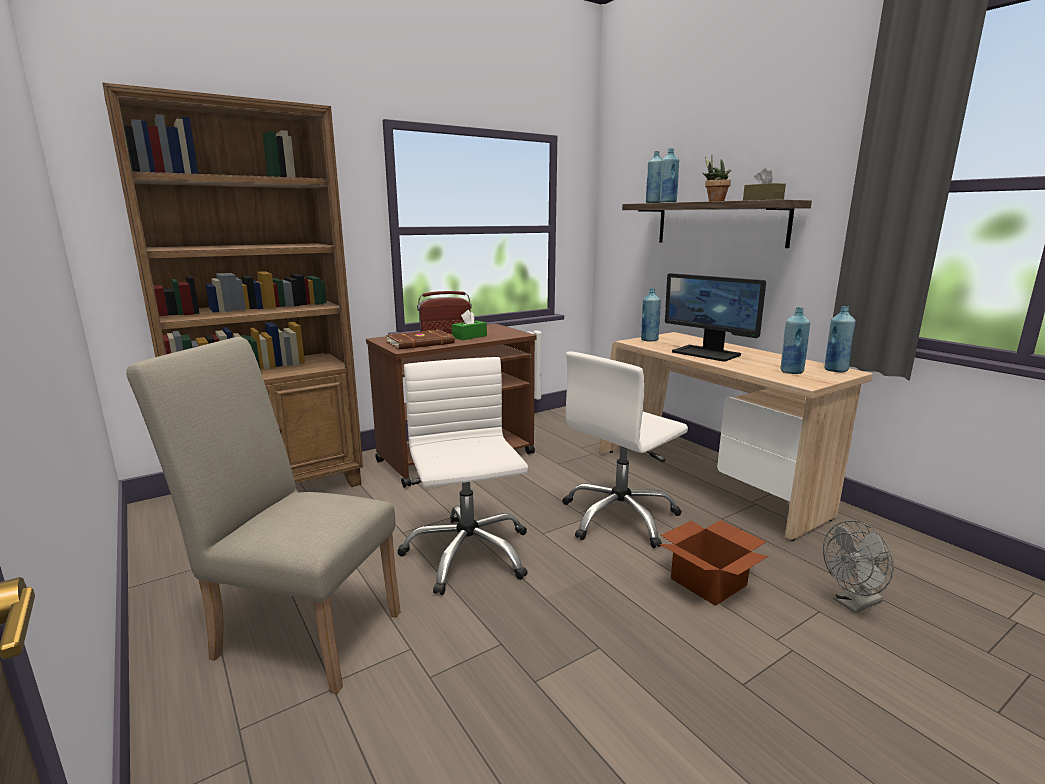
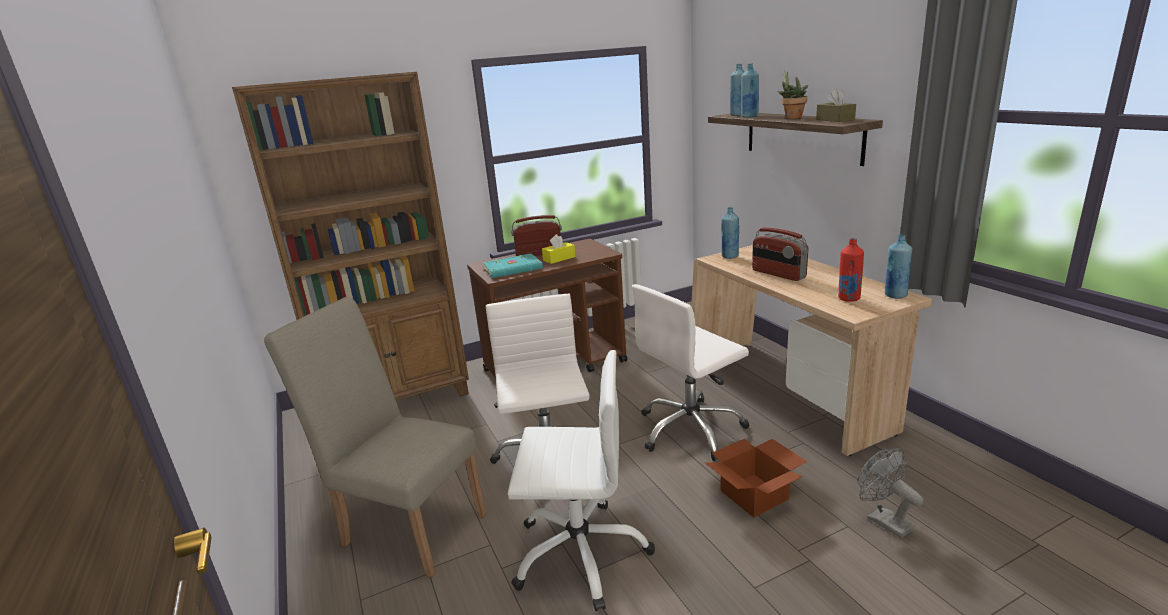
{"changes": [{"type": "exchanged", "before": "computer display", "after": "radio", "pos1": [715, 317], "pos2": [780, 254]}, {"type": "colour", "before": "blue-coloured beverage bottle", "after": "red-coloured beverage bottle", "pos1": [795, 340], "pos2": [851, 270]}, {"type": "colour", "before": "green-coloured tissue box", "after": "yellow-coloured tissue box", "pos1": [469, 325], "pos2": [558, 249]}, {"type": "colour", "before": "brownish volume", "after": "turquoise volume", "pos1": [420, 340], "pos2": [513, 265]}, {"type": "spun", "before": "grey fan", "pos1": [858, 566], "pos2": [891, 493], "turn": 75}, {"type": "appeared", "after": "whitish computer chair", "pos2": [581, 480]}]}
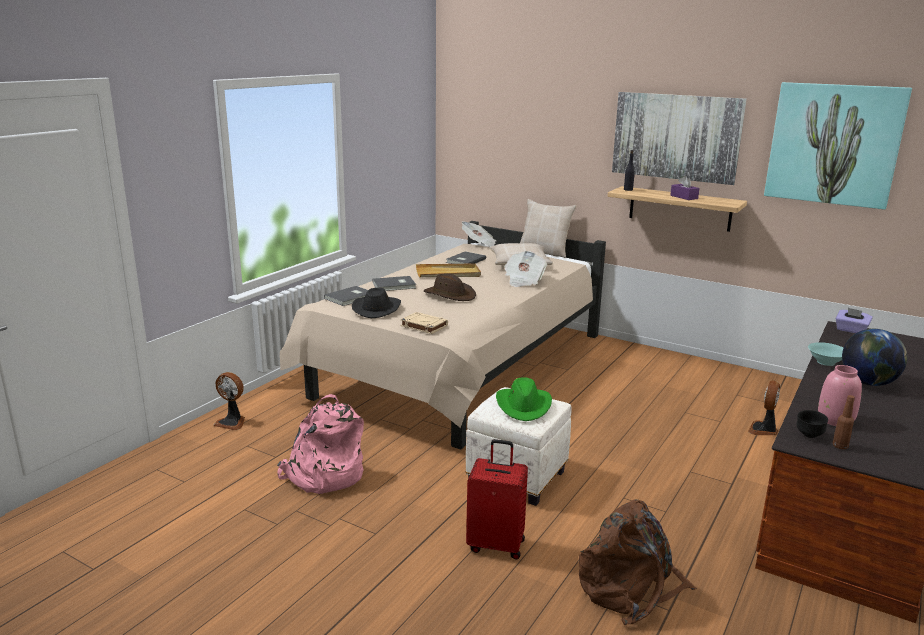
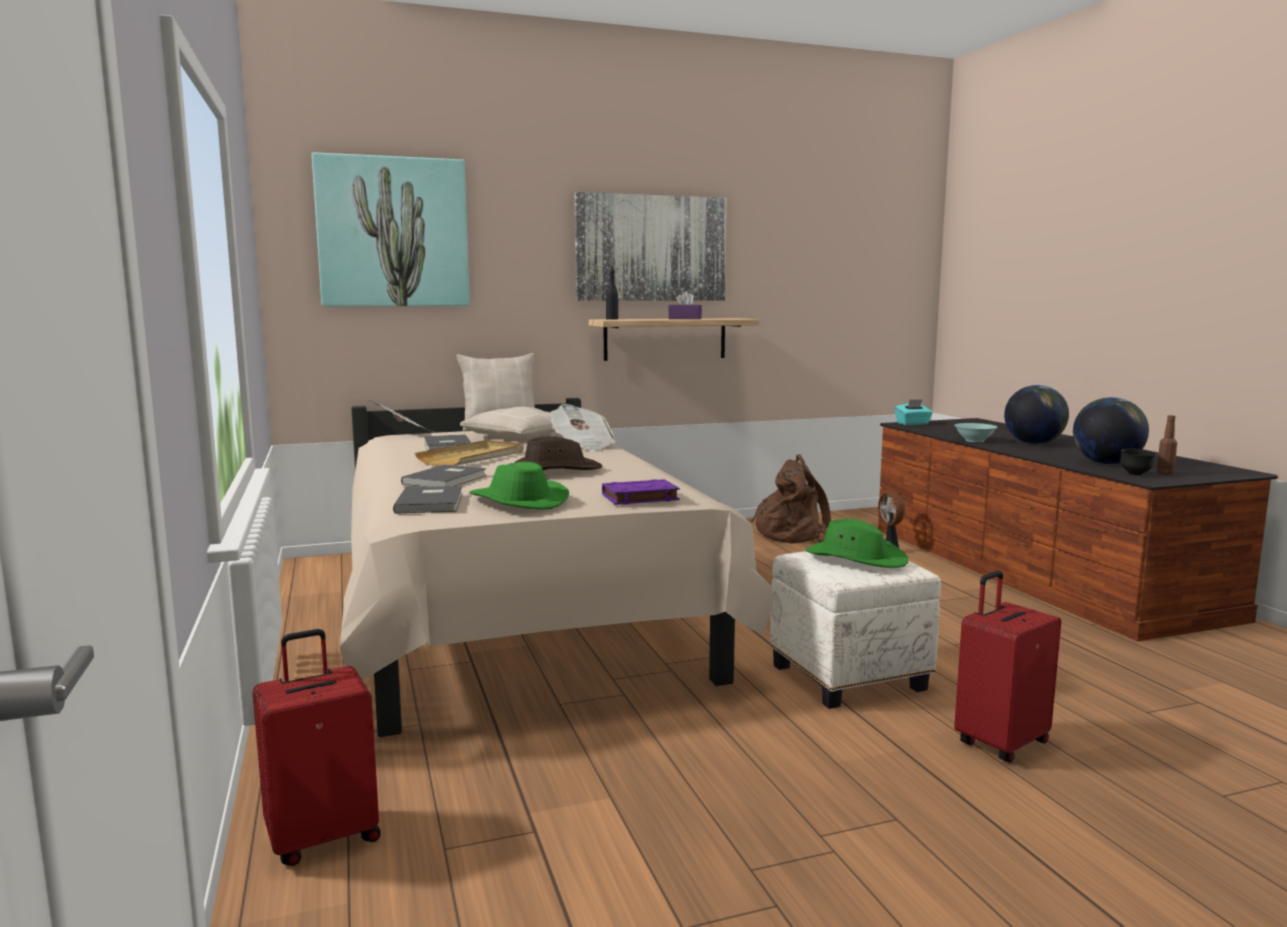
{"changes": [{"type": "relocated", "before": "picture", "pos1": [838, 146], "pos2": [391, 229]}, {"type": "colour", "before": "blackish clothing hat", "after": "green-coloured clothing hat", "pos1": [376, 303], "pos2": [519, 486]}, {"type": "colour", "before": "purple-coloured tissue box", "after": "turquoise tissue box", "pos1": [854, 321], "pos2": [914, 412]}, {"type": "colour", "before": "beige volume", "after": "purple-coloured volume", "pos1": [424, 323], "pos2": [641, 492]}, {"type": "exchanged", "before": "pink-coloured decorative vase", "after": "world globe", "pos1": [840, 395], "pos2": [1111, 430]}, {"type": "exchanged", "before": "fan", "after": "red-coloured piece of luggage", "pos1": [229, 401], "pos2": [317, 747]}, {"type": "missing", "before": "pink-coloured rucksack", "pos1": [320, 444]}, {"type": "relocated", "before": "brownish rucksack", "pos1": [638, 562], "pos2": [791, 498]}]}
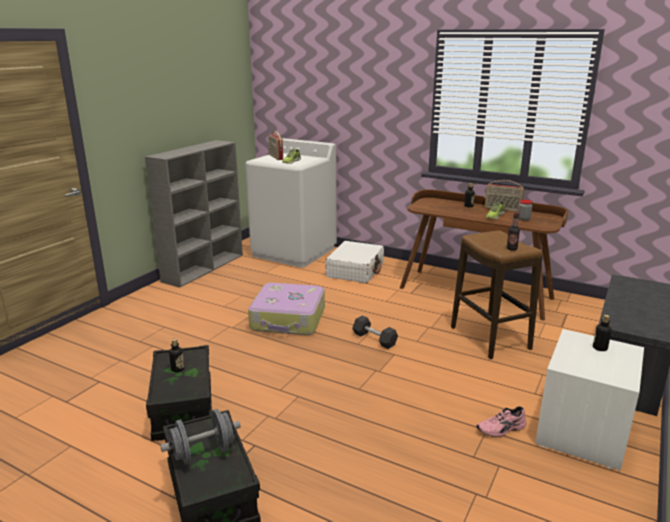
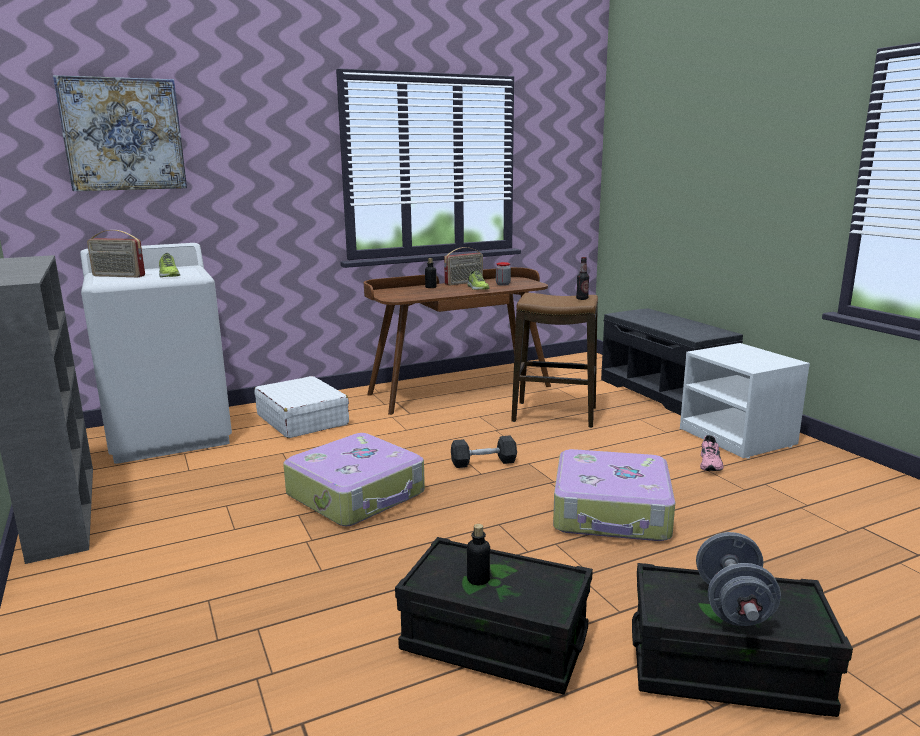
{"changes": [{"type": "missing", "before": "beverage bottle", "pos1": [602, 333]}, {"type": "appeared", "after": "picture", "pos2": [120, 133]}, {"type": "appeared", "after": "piece of luggage", "pos2": [614, 495]}]}
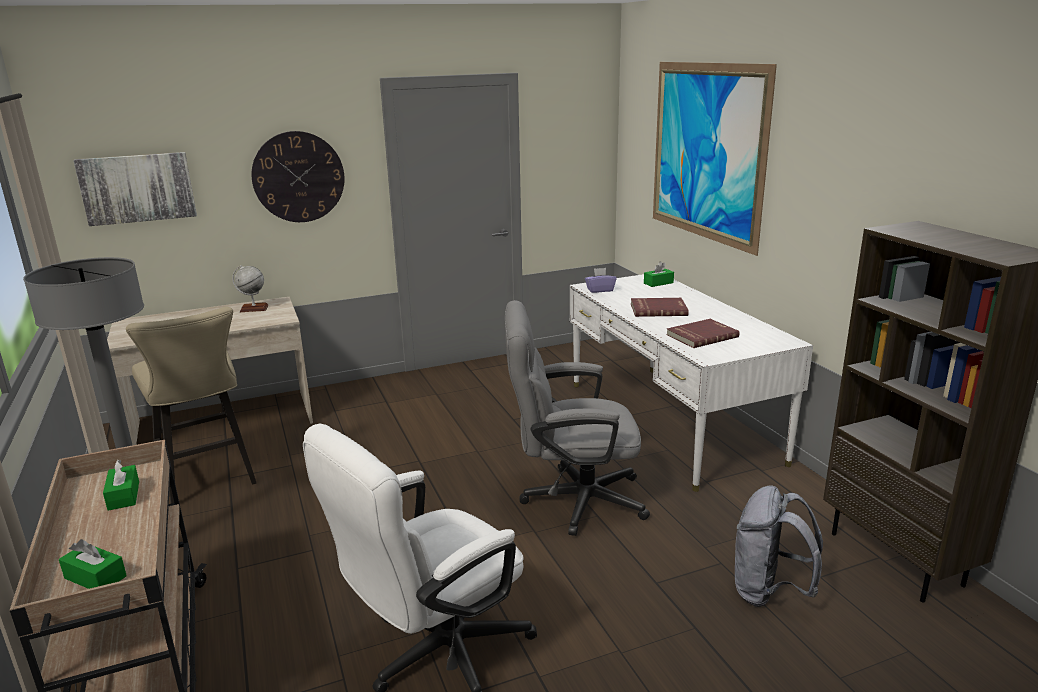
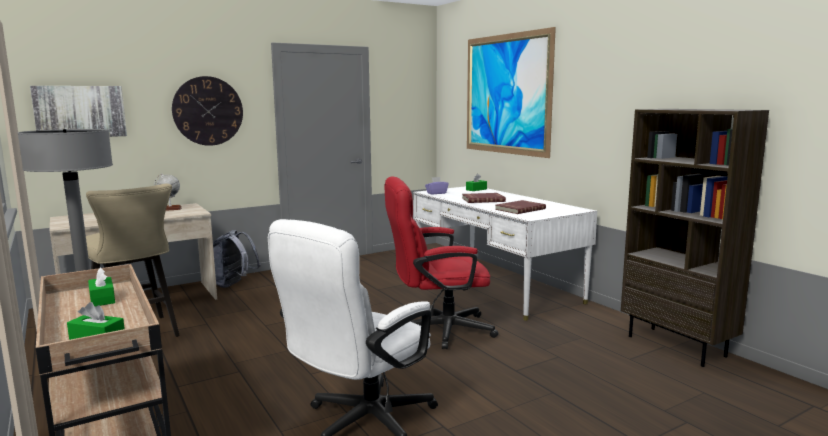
{"changes": [{"type": "colour", "before": "grey computer chair", "after": "red-coloured computer chair", "pos1": [577, 418], "pos2": [441, 262]}, {"type": "relocated", "before": "grey rucksack", "pos1": [779, 546], "pos2": [237, 259]}]}
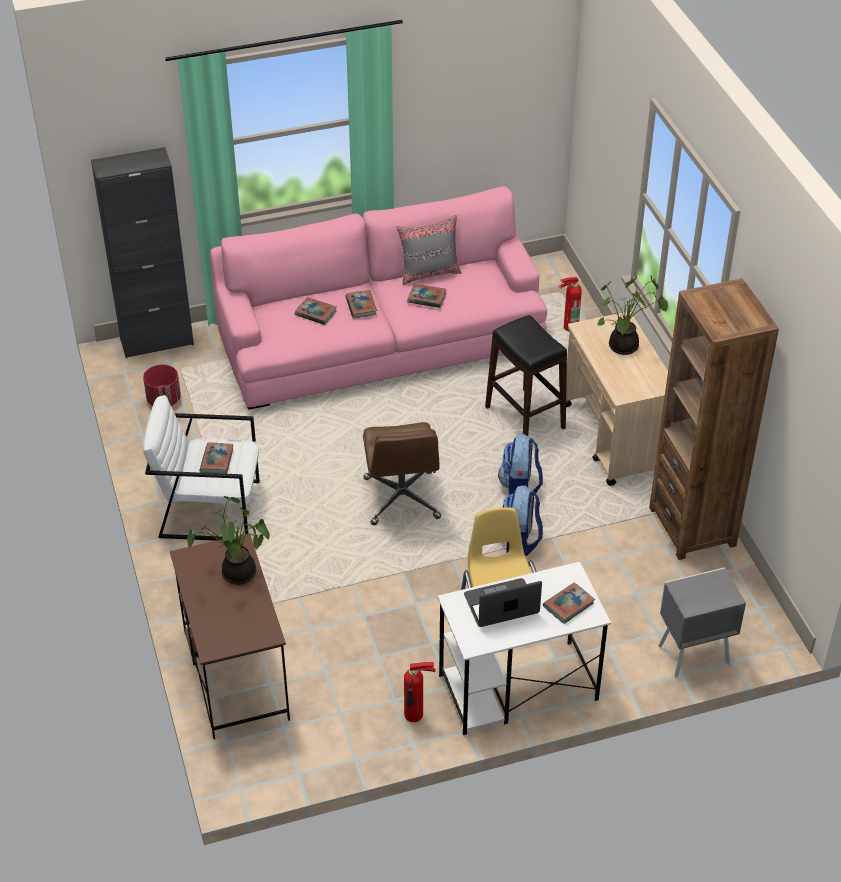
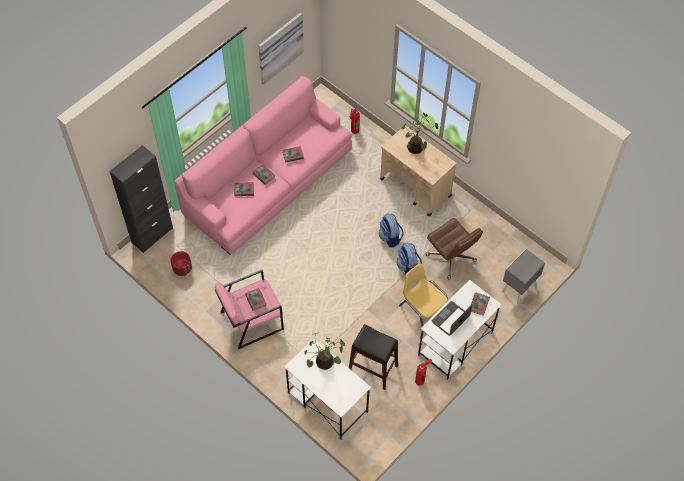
{"changes": [{"type": "missing", "before": "grey cushion", "pos1": [429, 250]}, {"type": "missing", "before": "brownish bookcase", "pos1": [714, 419]}, {"type": "relocated", "before": "blackish stool seat", "pos1": [526, 375], "pos2": [373, 357]}, {"type": "colour", "before": "whitish easy chair", "after": "pink-coloured easy chair", "pos1": [201, 468], "pos2": [249, 309]}, {"type": "relocated", "before": "brownish computer chair", "pos1": [402, 473], "pos2": [454, 249]}, {"type": "colour", "before": "brownish desk", "after": "whitish desk", "pos1": [230, 636], "pos2": [327, 389]}, {"type": "appeared", "after": "picture", "pos2": [281, 48]}]}
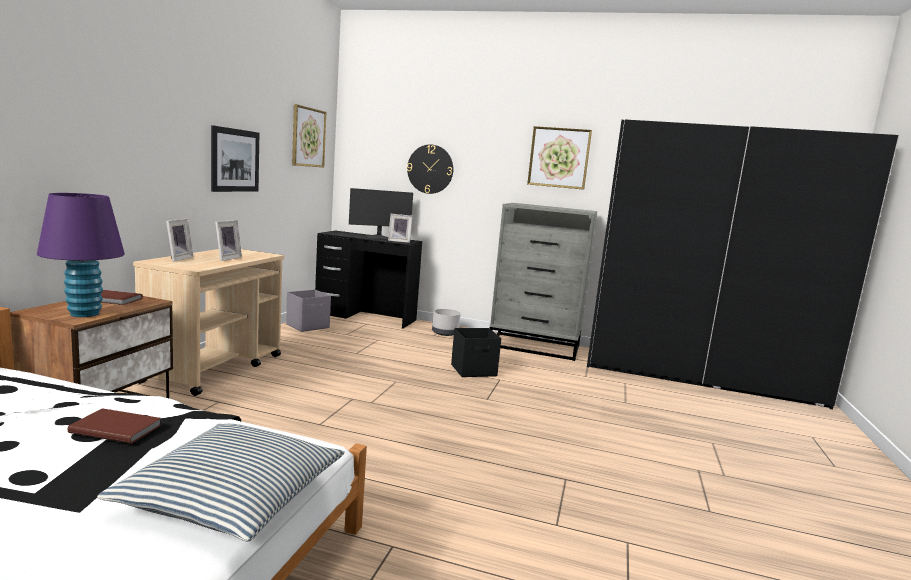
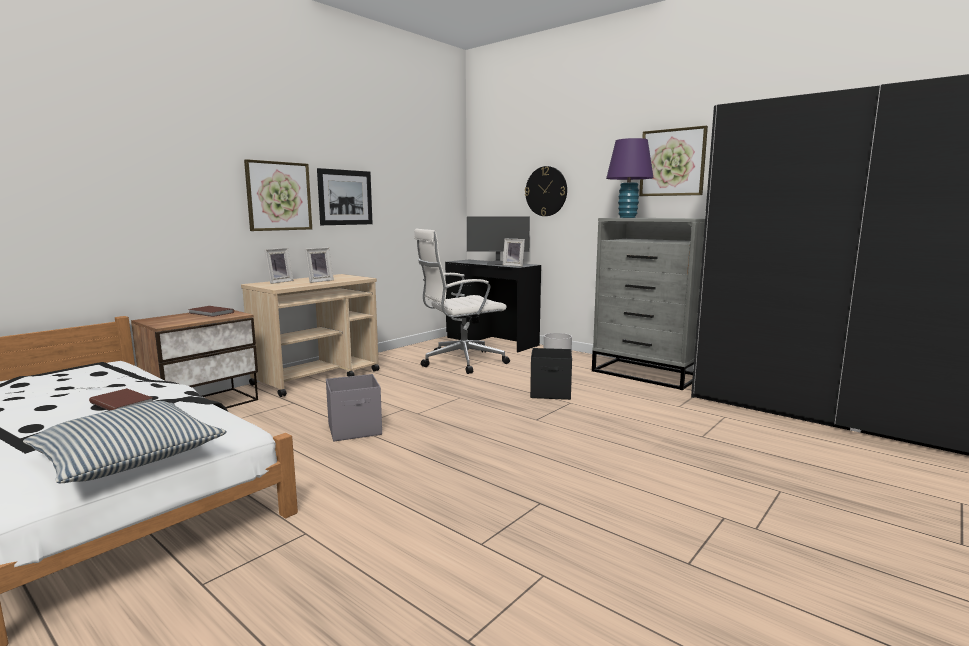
{"changes": [{"type": "relocated", "before": "picture", "pos1": [309, 135], "pos2": [278, 195]}, {"type": "relocated", "before": "purple-coloured lamp for a table", "pos1": [81, 255], "pos2": [630, 178]}, {"type": "relocated", "before": "grey storage bin", "pos1": [308, 311], "pos2": [354, 408]}, {"type": "appeared", "after": "whitish computer chair", "pos2": [462, 301]}]}
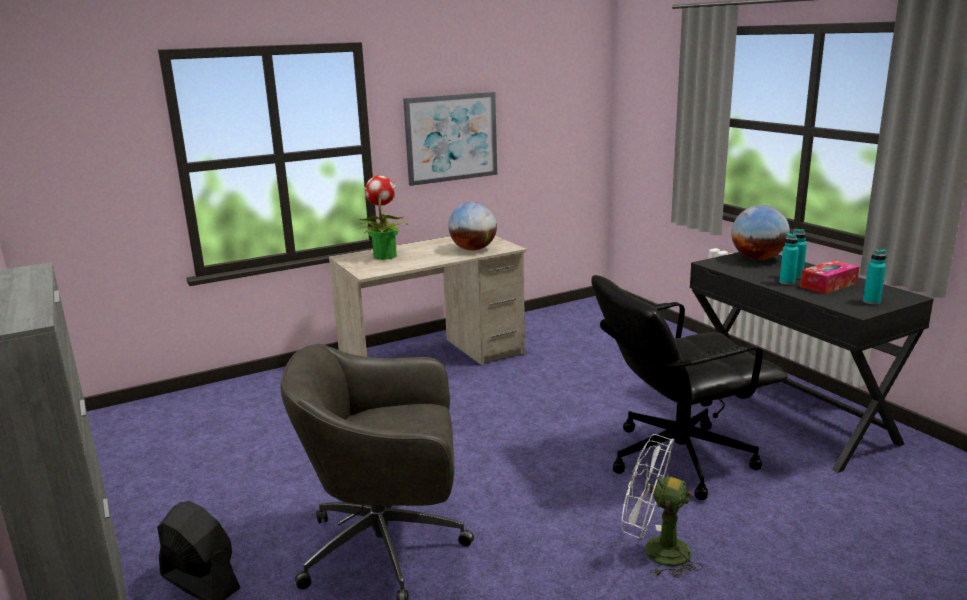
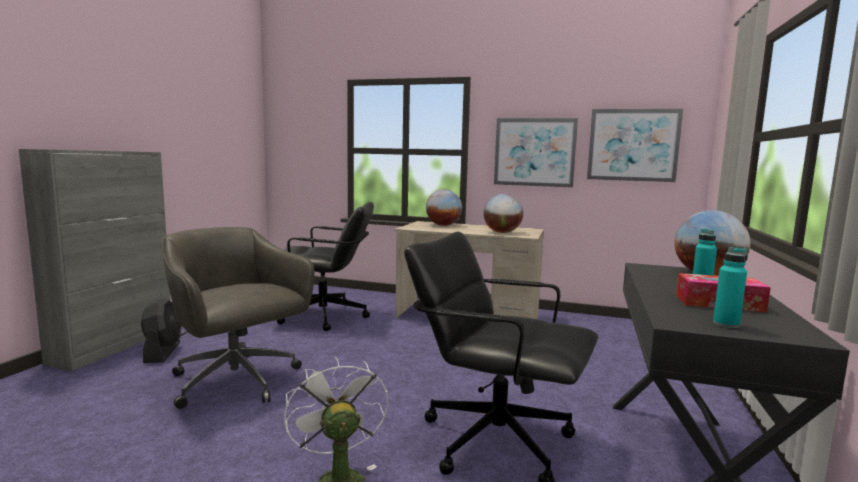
{"changes": [{"type": "exchanged", "before": "plant in a pot", "after": "world globe", "pos1": [384, 217], "pos2": [444, 207]}, {"type": "missing", "before": "turquoise beverage bottle", "pos1": [789, 259]}, {"type": "appeared", "after": "picture", "pos2": [635, 145]}, {"type": "appeared", "after": "blackish computer chair", "pos2": [325, 266]}]}
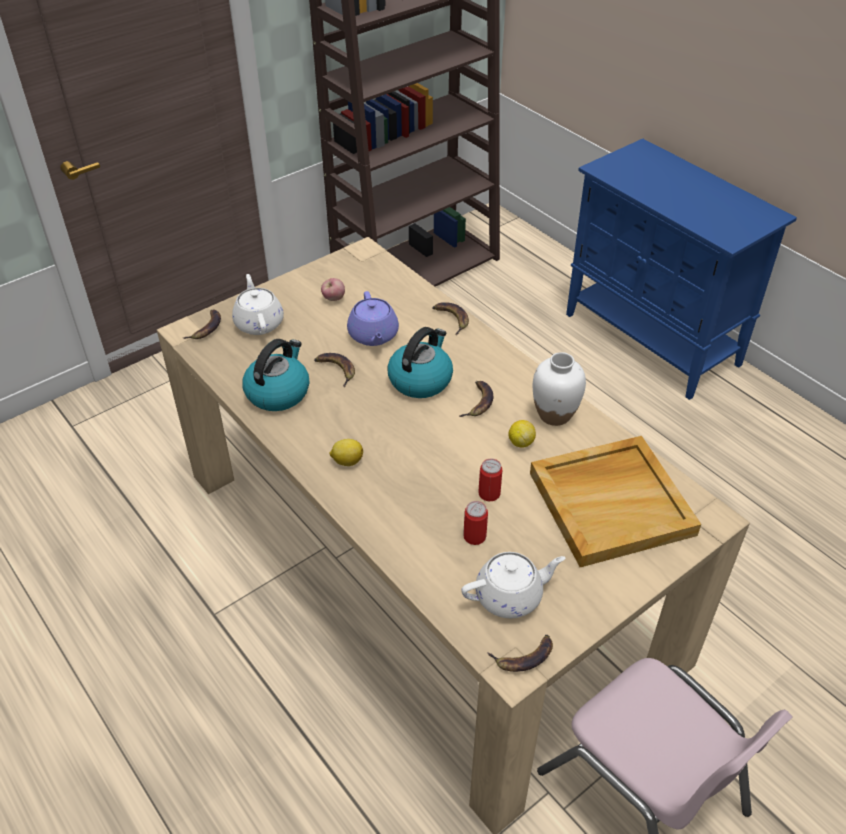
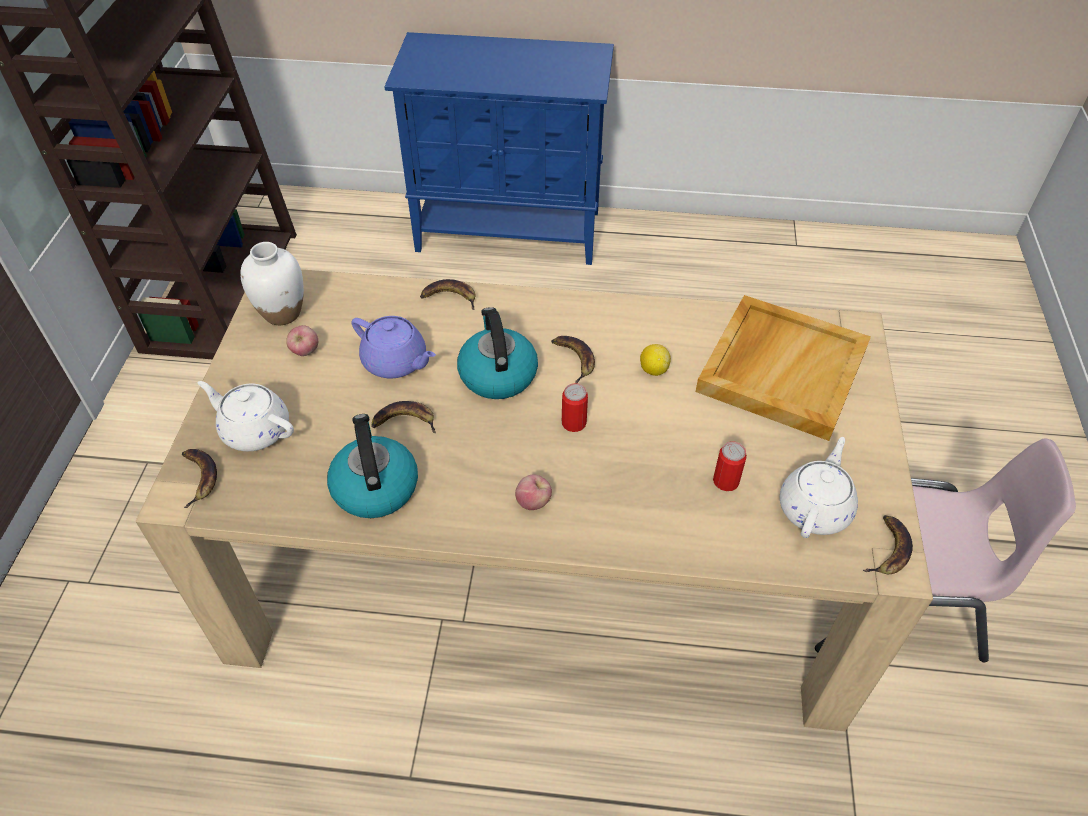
{"changes": [{"type": "relocated", "before": "whitish decorative vase", "pos1": [559, 389], "pos2": [272, 283]}, {"type": "exchanged", "before": "citrus fruit", "after": "apple", "pos1": [346, 452], "pos2": [533, 492]}, {"type": "relocated", "before": "sealed can", "pos1": [490, 480], "pos2": [575, 407]}]}
